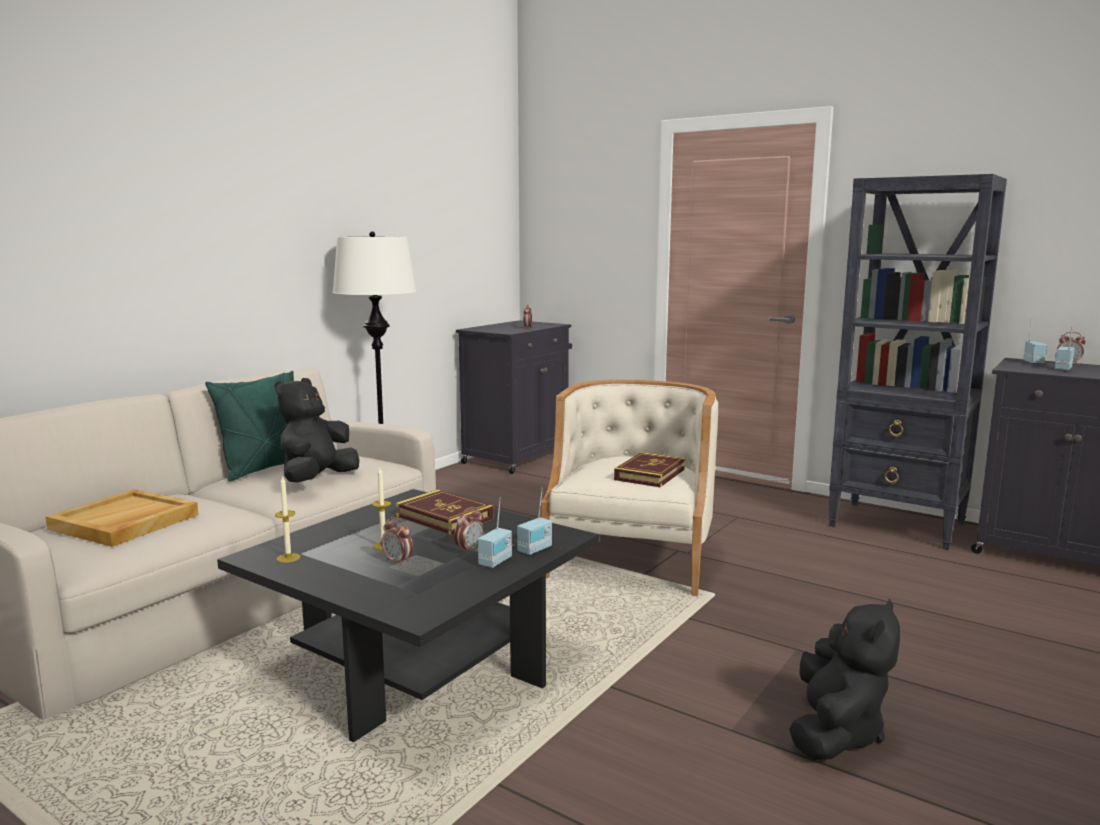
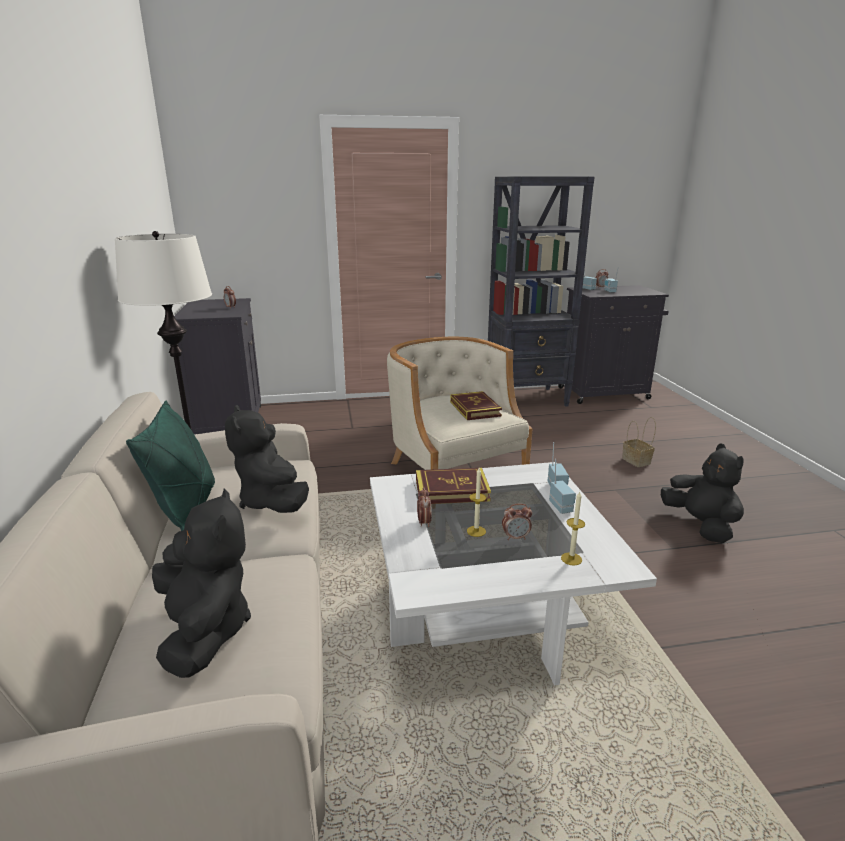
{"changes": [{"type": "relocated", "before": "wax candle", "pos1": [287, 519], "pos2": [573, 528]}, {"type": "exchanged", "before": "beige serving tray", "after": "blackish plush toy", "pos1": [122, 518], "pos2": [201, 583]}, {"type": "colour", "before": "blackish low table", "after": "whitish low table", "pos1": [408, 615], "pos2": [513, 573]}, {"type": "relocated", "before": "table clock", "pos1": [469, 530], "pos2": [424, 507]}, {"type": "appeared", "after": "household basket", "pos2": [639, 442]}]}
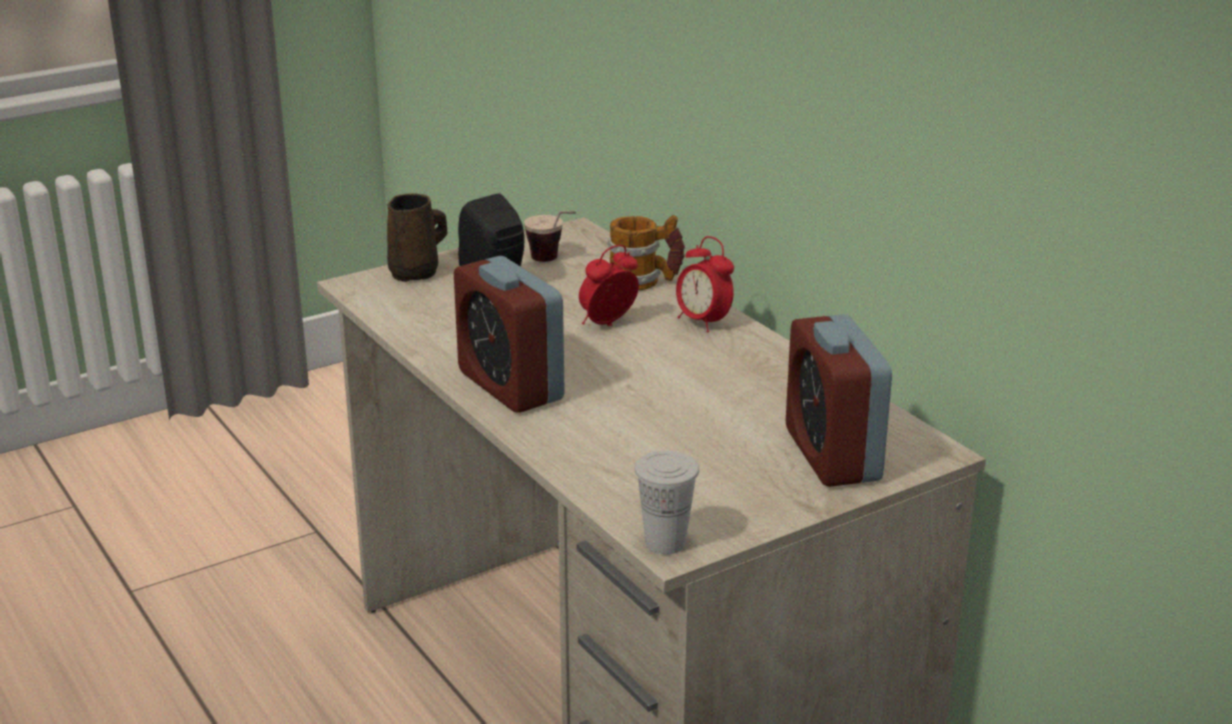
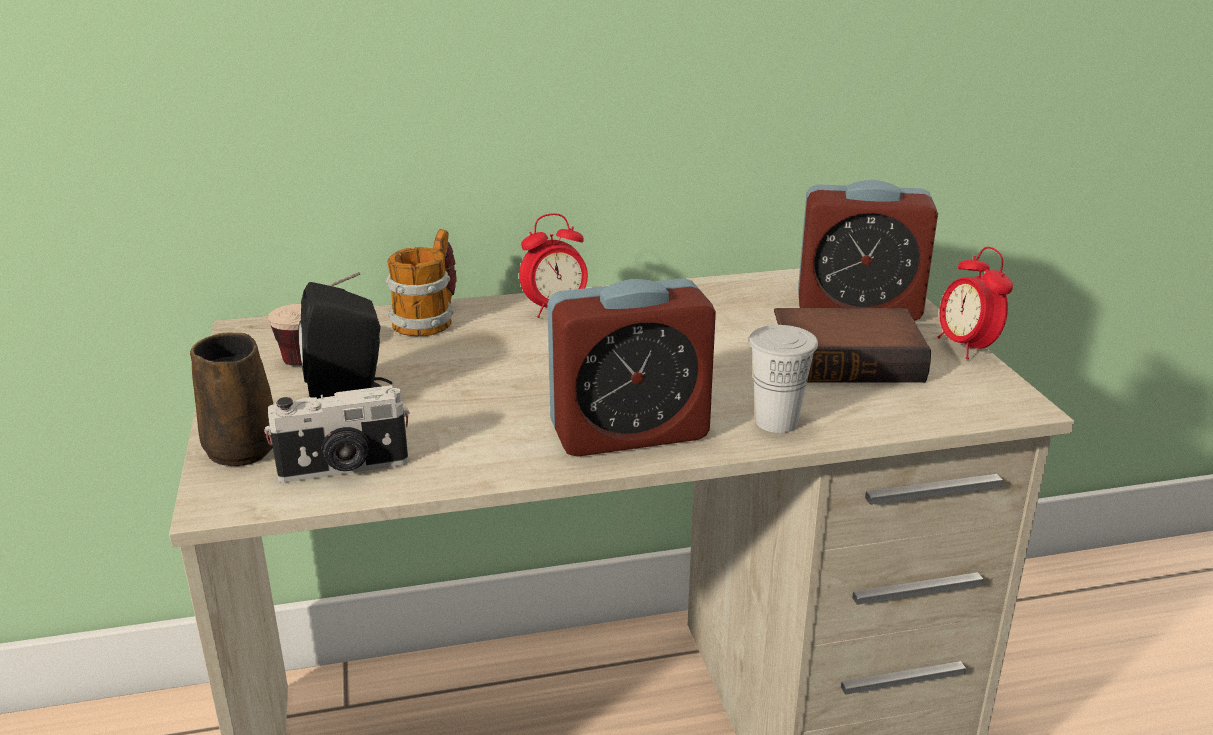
{"changes": [{"type": "relocated", "before": "table clock", "pos1": [609, 286], "pos2": [975, 303]}, {"type": "relocated", "before": "whitish cup", "pos1": [666, 502], "pos2": [783, 379]}, {"type": "appeared", "after": "volume", "pos2": [852, 345]}, {"type": "appeared", "after": "photo camera", "pos2": [337, 433]}]}
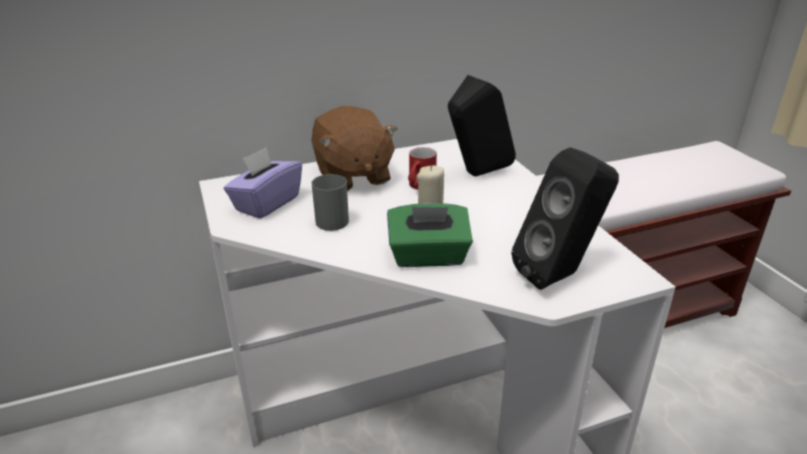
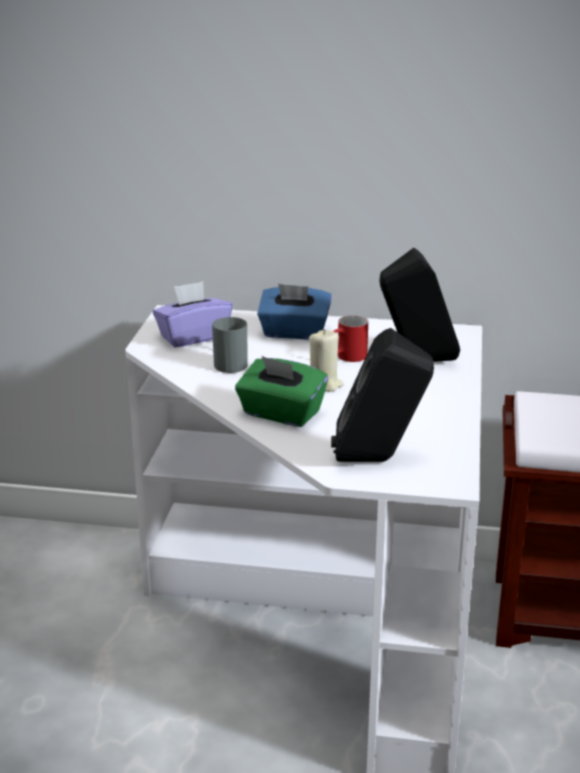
{"changes": [{"type": "exchanged", "before": "brownish plush toy", "after": "blue-coloured tissue box", "pos1": [354, 148], "pos2": [294, 312]}]}
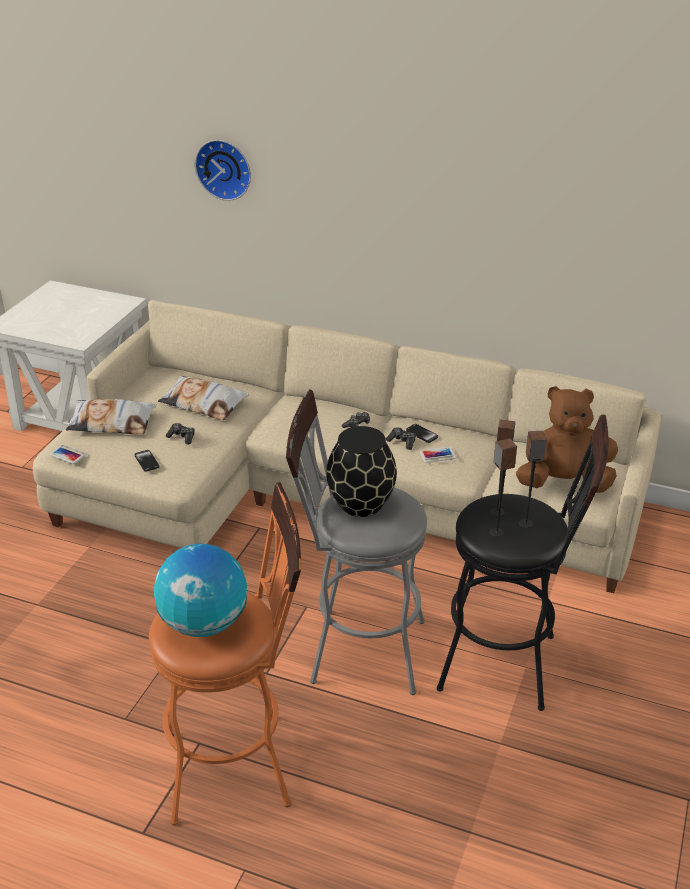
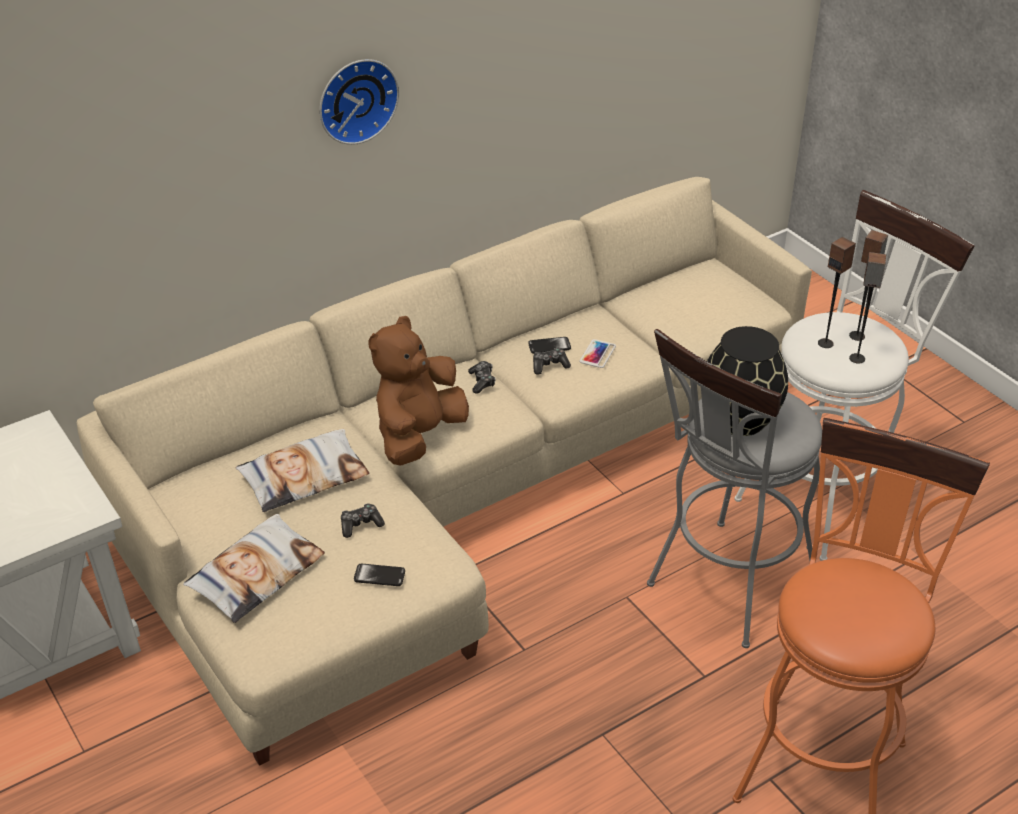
{"changes": [{"type": "relocated", "before": "clock on the wall", "pos1": [223, 170], "pos2": [359, 102]}, {"type": "relocated", "before": "brownish plush toy", "pos1": [567, 439], "pos2": [418, 391]}, {"type": "colour", "before": "blackish stool seat", "after": "whitish stool seat", "pos1": [523, 563], "pos2": [854, 375]}, {"type": "missing", "before": "telephone", "pos1": [68, 454]}, {"type": "missing", "before": "world globe", "pos1": [200, 590]}]}
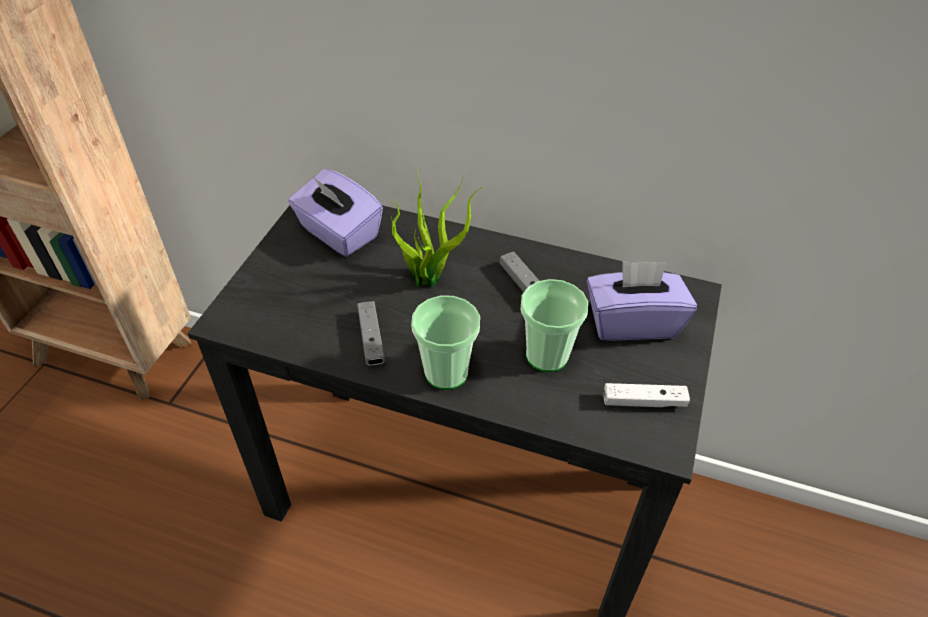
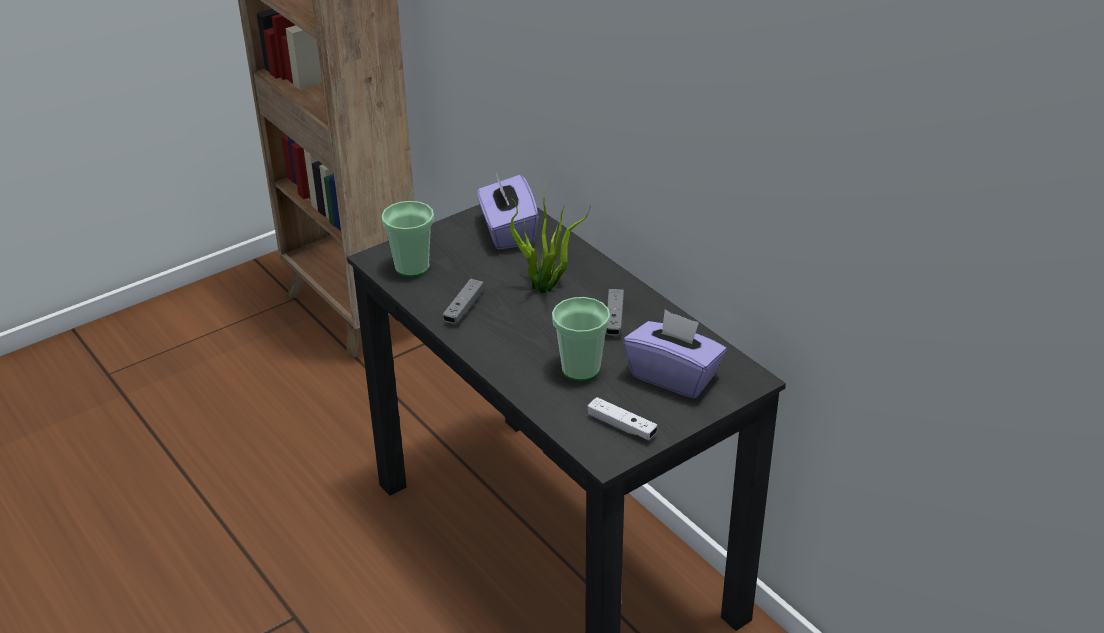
{"changes": [{"type": "relocated", "before": "cup", "pos1": [445, 342], "pos2": [408, 239]}]}
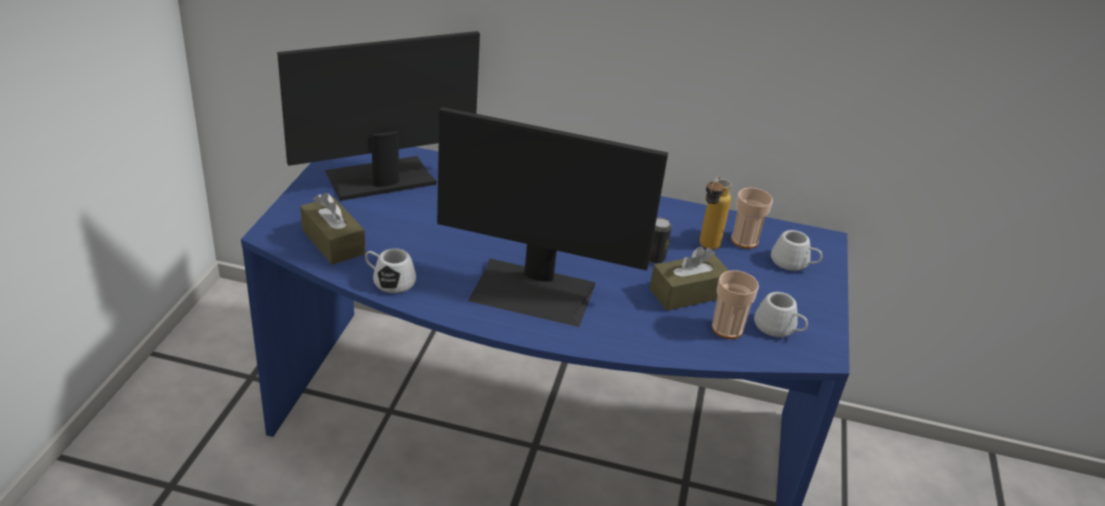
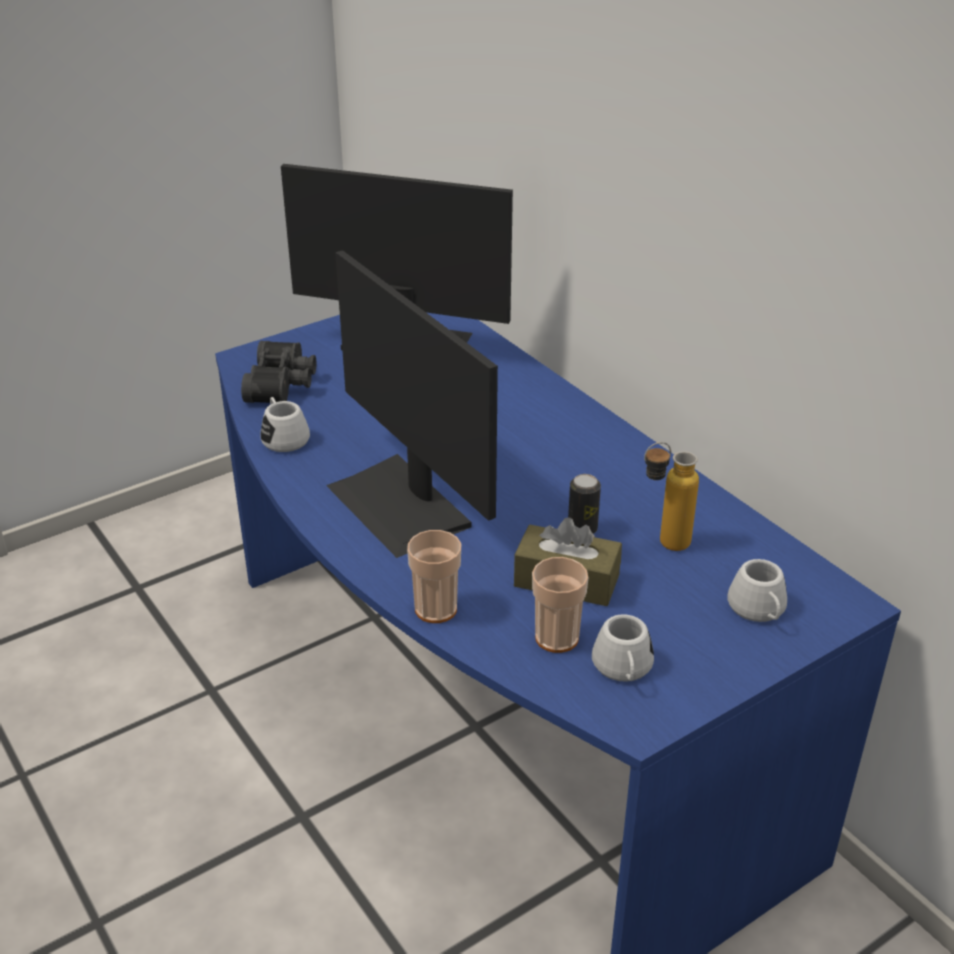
{"changes": [{"type": "relocated", "before": "cup", "pos1": [752, 218], "pos2": [434, 576]}, {"type": "exchanged", "before": "brownish tissue box", "after": "blackish field glasses", "pos1": [332, 229], "pos2": [279, 372]}]}
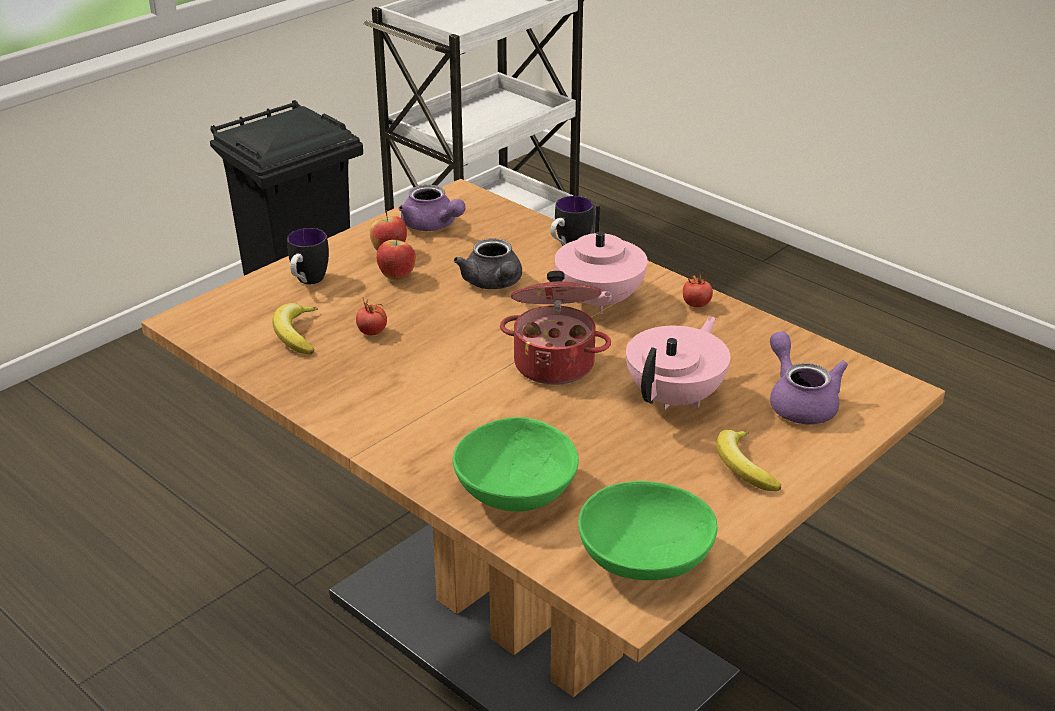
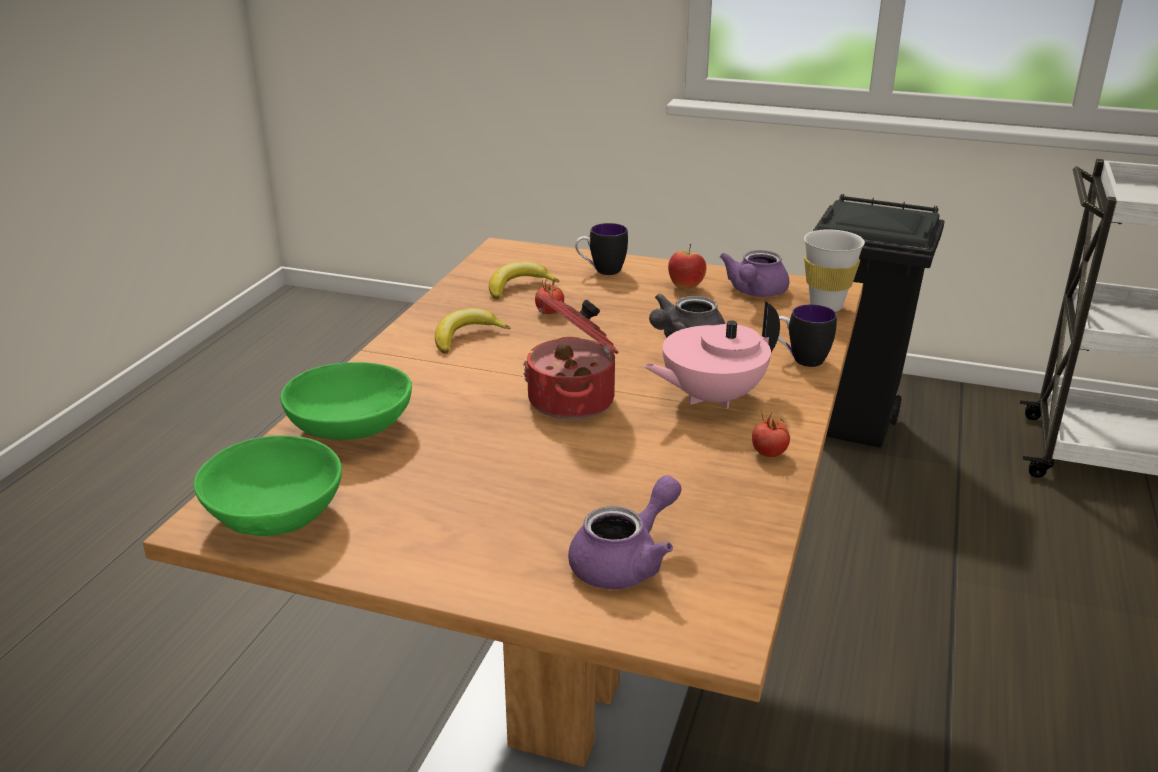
{"changes": [{"type": "missing", "before": "apple", "pos1": [396, 257]}, {"type": "missing", "before": "pink-coloured pot for tea", "pos1": [678, 364]}, {"type": "relocated", "before": "banana fruit", "pos1": [748, 460], "pos2": [472, 331]}, {"type": "appeared", "after": "whitish cup", "pos2": [834, 270]}]}
